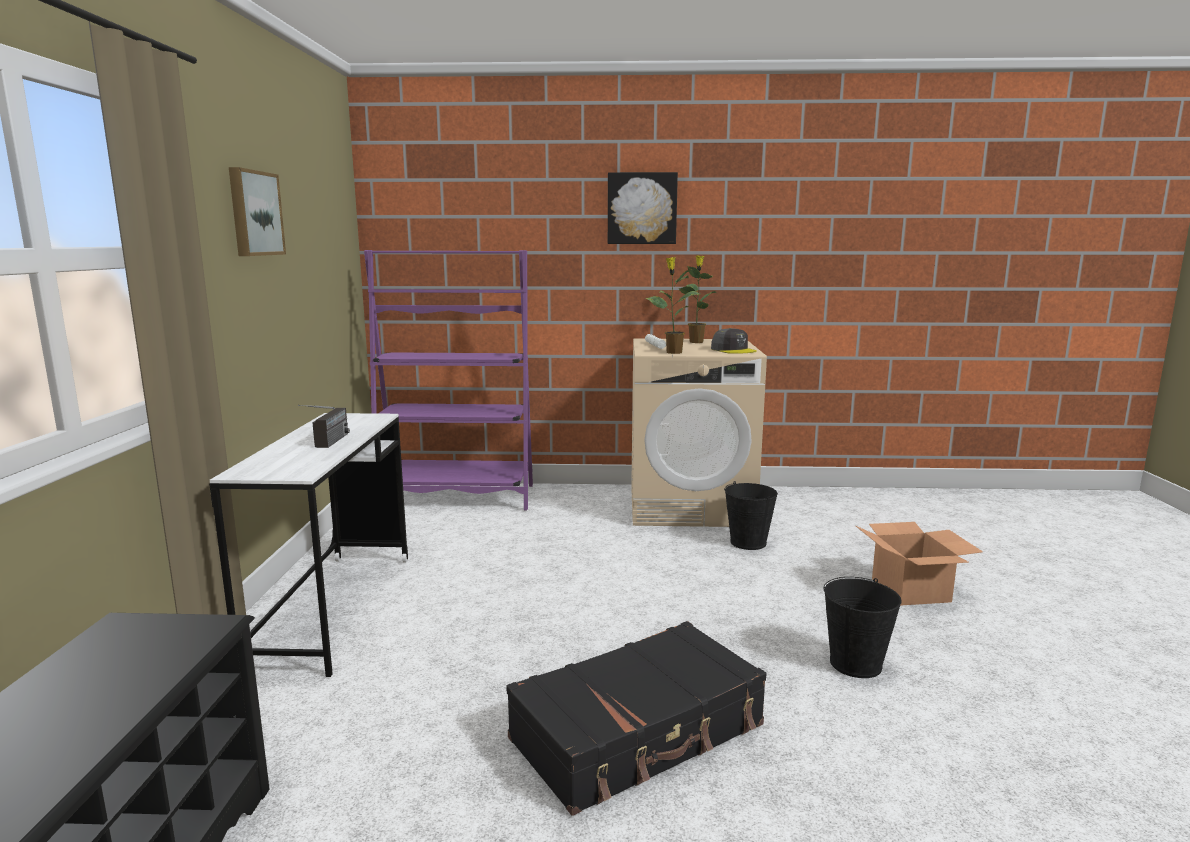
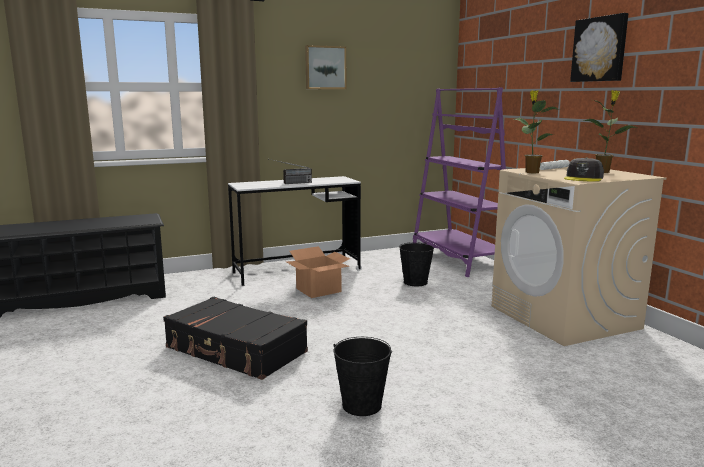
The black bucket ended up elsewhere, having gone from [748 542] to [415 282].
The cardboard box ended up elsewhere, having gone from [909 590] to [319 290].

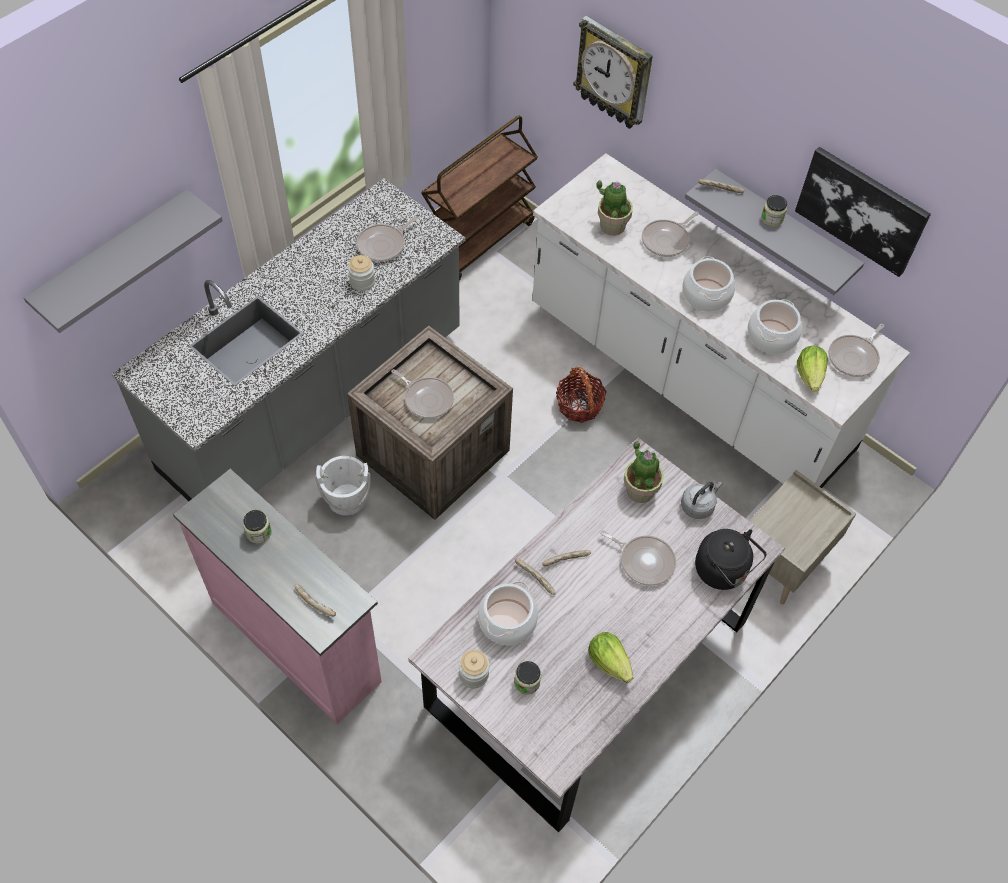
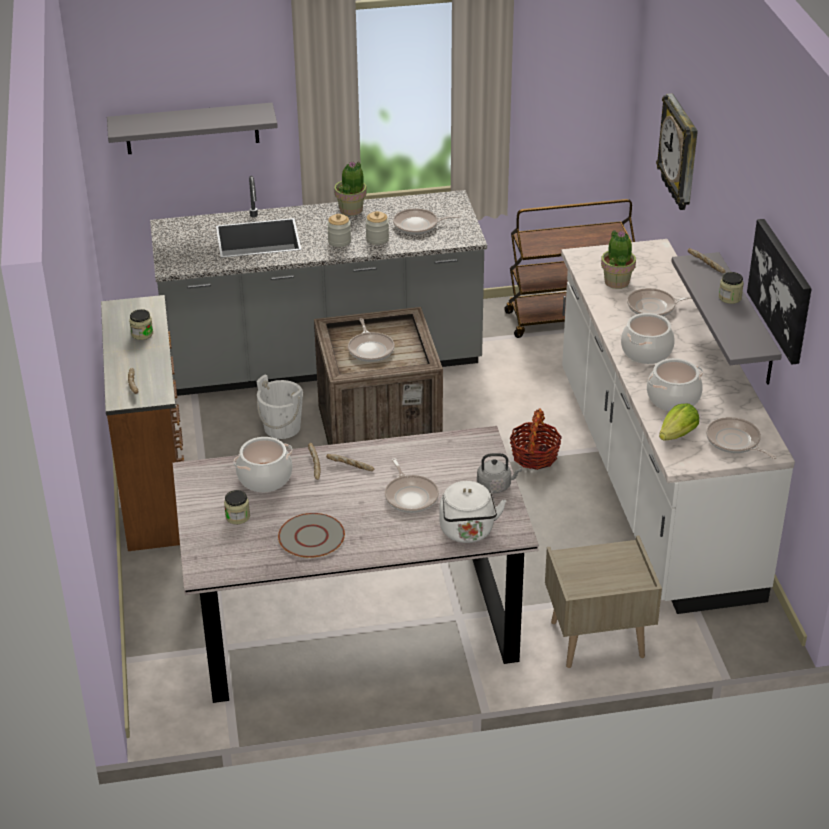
The frying pan at [854 357] ended up facing another way, 60 degrees clockwise from before.
The potted plant ended up elsewhere, having gone from [640 490] to [351 209].
What was the pink dresser at [297 639] turned into the brown dresser at [155 489].
What was the black kettle at [723 571] turned into the white kettle at [468 532].
Where the lettuce stood at [609 662], the grey plate came to stand at [312 537].
The jar ended up elsewhere, having gone from [473 674] to [339 241].

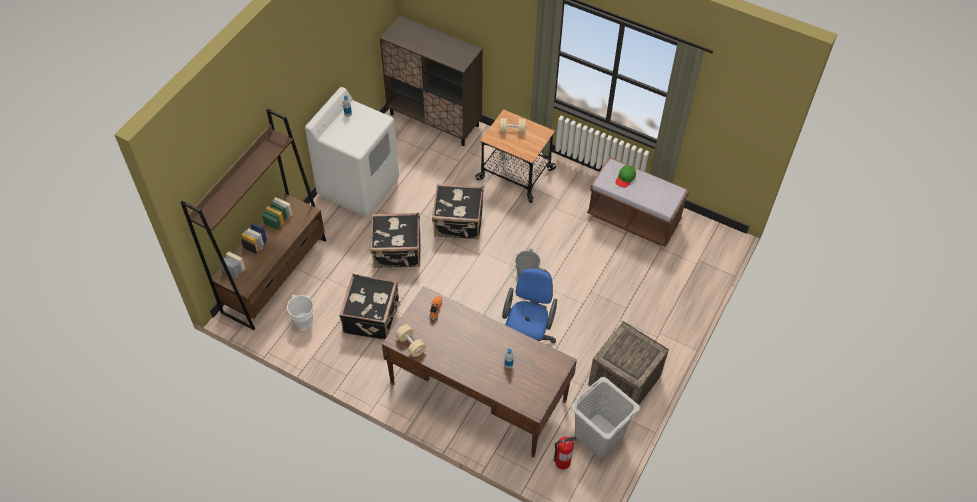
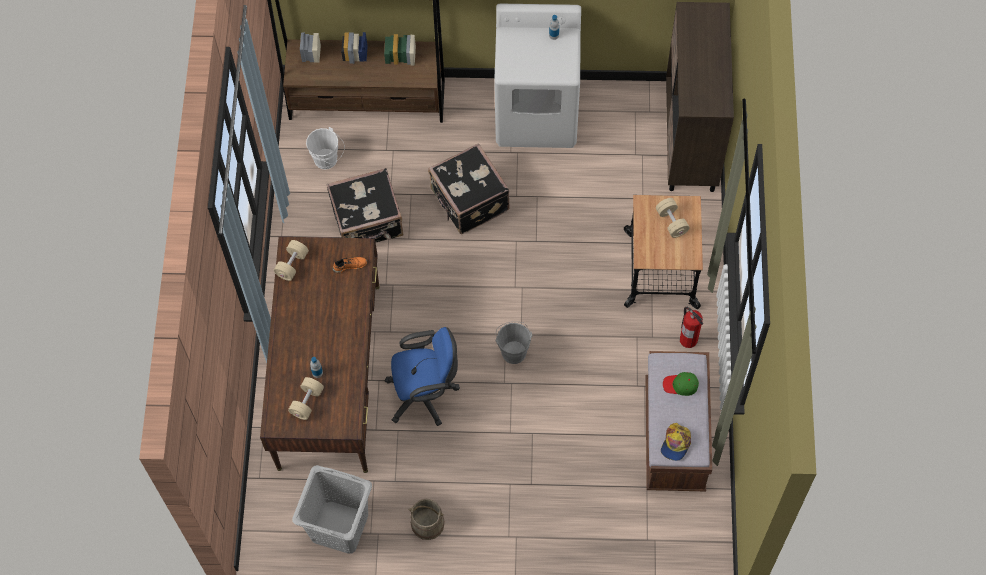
The second view lost the black suitcase at [458 223].
Where the crate stood at [624 380], the beige bucket came to stand at [427 524].
The fire extinguisher ended up elsewhere, having gone from [562 462] to [688 339].
The second view gained the beige dumbbell at [307 402].
The second view gained the cap at [675 443].

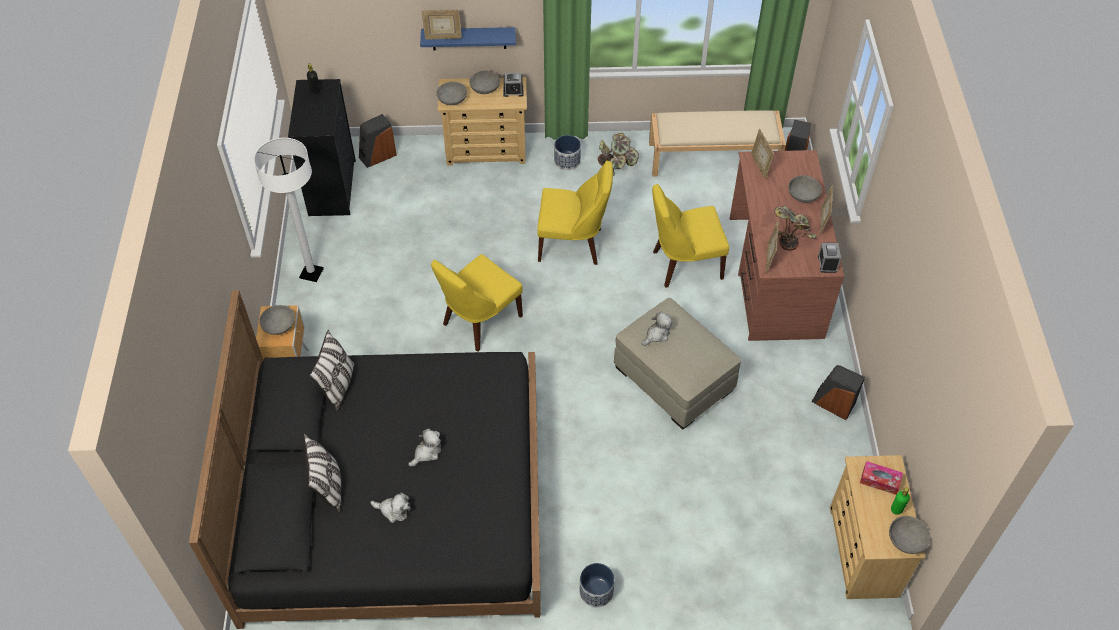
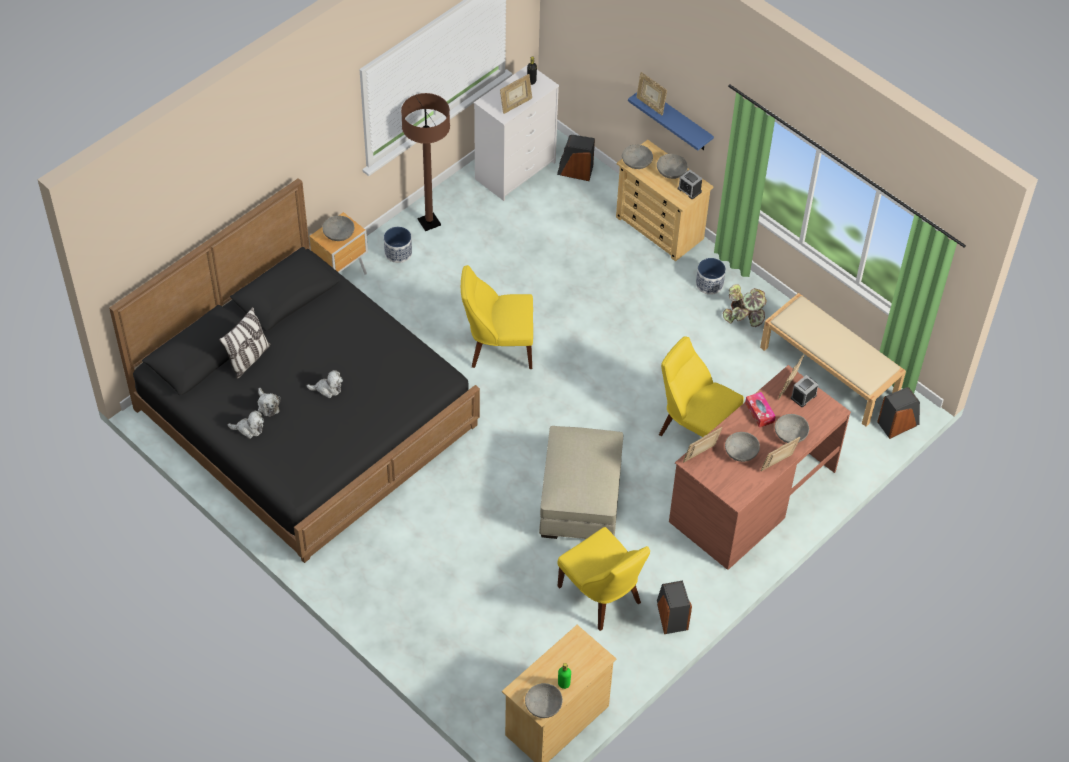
What was the black dresser at [332 187] turned into the white dresser at [515 170].
What was the white floor lamp at [311 273] turned into the brown floor lamp at [429 222].
The yellow chair ended up elsewhere, having gone from [573 245] to [602 597].
Where the potted plant stood at [790 234], the grey bowl came to stand at [740 452].
The alarm clock ended up elsewhere, having gone from [827 263] to [803 396].
The plush toy ended up elsewhere, having gone from [657 334] to [249 429].
The second view lost the pillow at [338 385].
The tissue box ended up elsewhere, having gone from [880 481] to [759 412].
The planter ended up elsewhere, having gone from [596 592] to [398 253].
The second view gained the picture frame at [516 105].

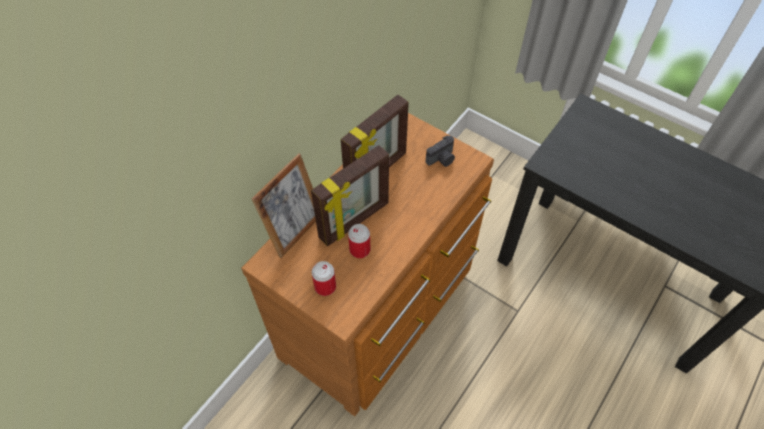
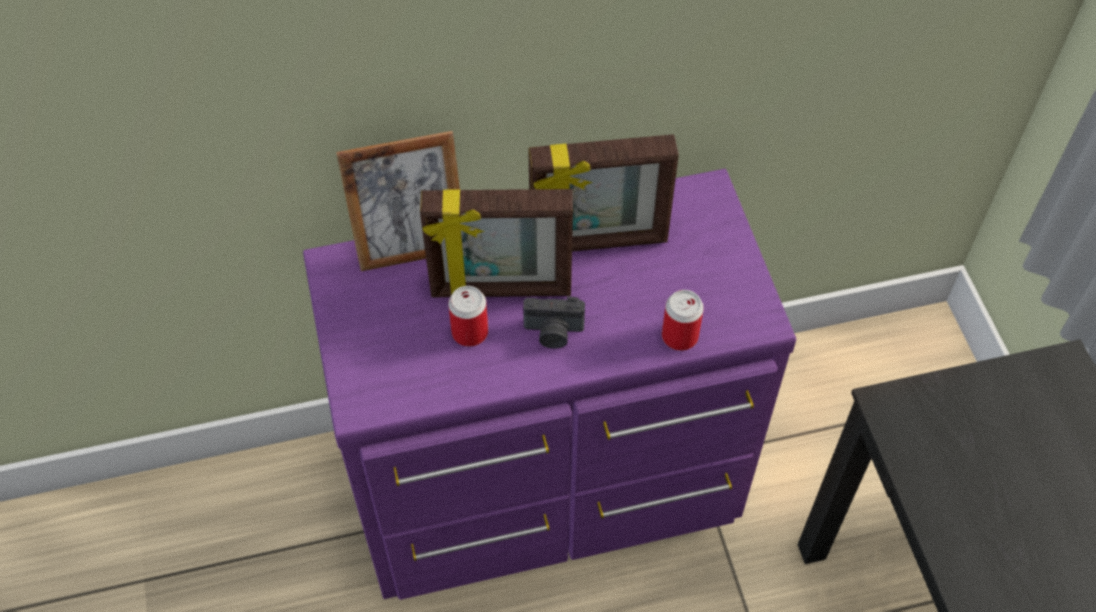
What was the brown dresser at [382 311] turned into the purple dresser at [550 486].
The photo camera ended up elsewhere, having gone from [442 159] to [553 332].
The can ended up elsewhere, having gone from [325 286] to [679 336].

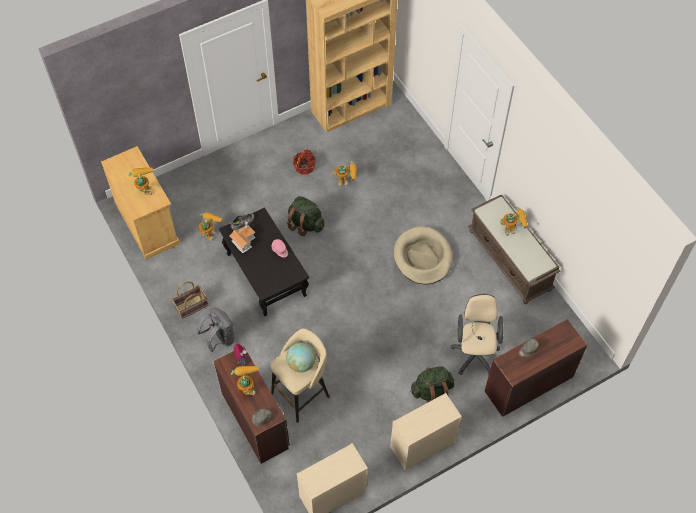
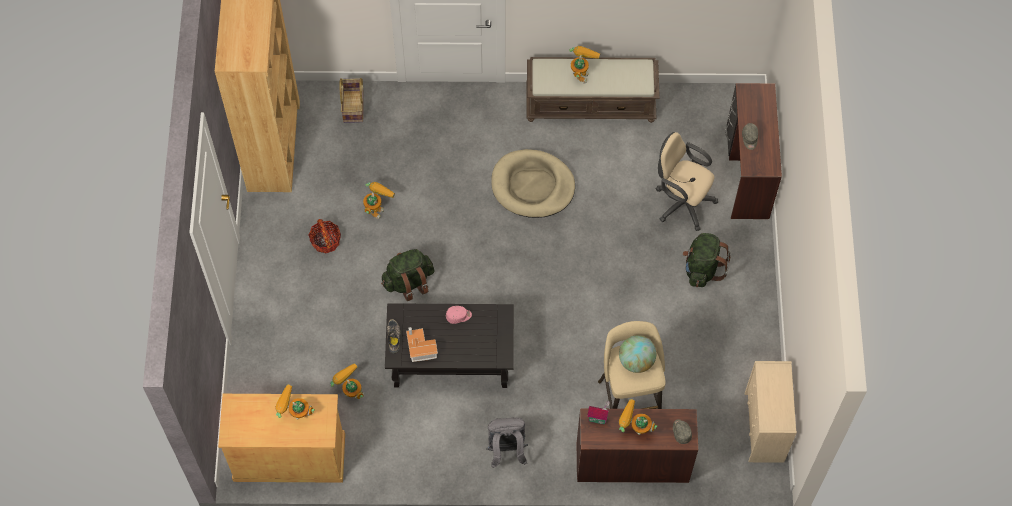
The basket ended up elsewhere, having gone from [191 307] to [354 106].
The second view lost the beige dresser at [422 445].

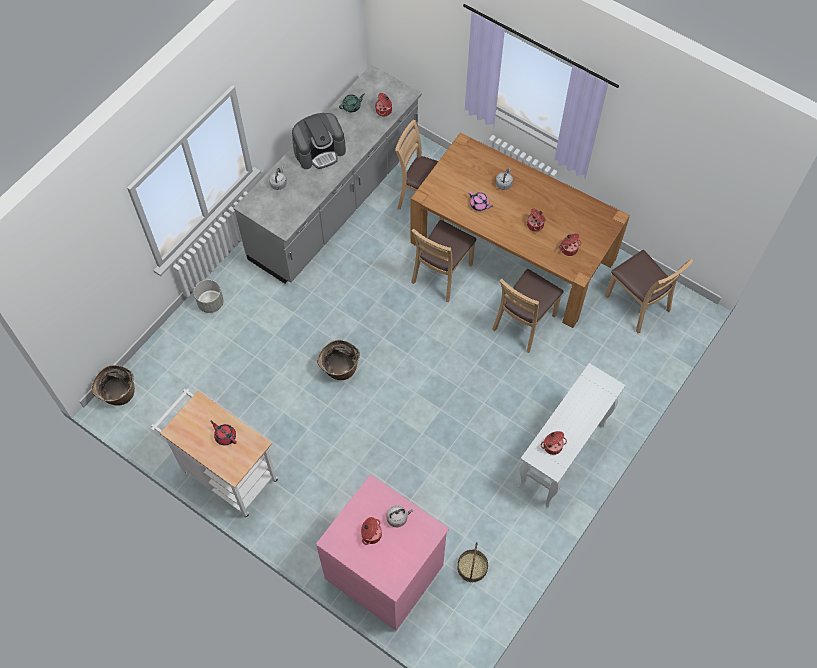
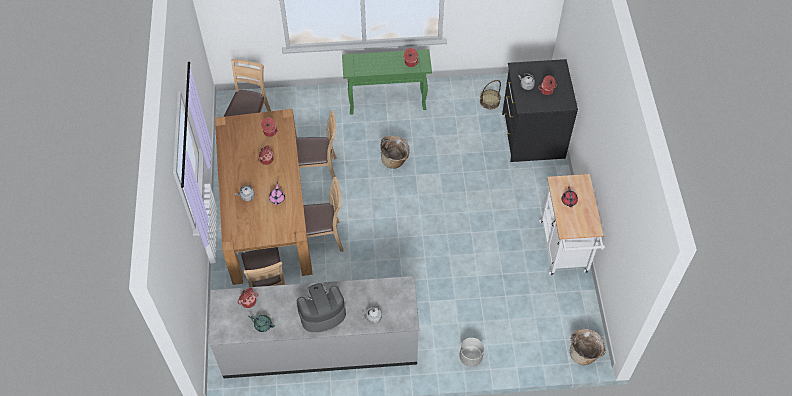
The coffee machine at [319 151] ended up facing another way, 45 degrees counterclockwise from before.
The basket ended up elsewhere, having gone from [339 370] to [395 160].
What was the white console table at [562 456] turned into the green console table at [388 102].
What was the pink dresser at [385 570] turned into the black dresser at [532 136].

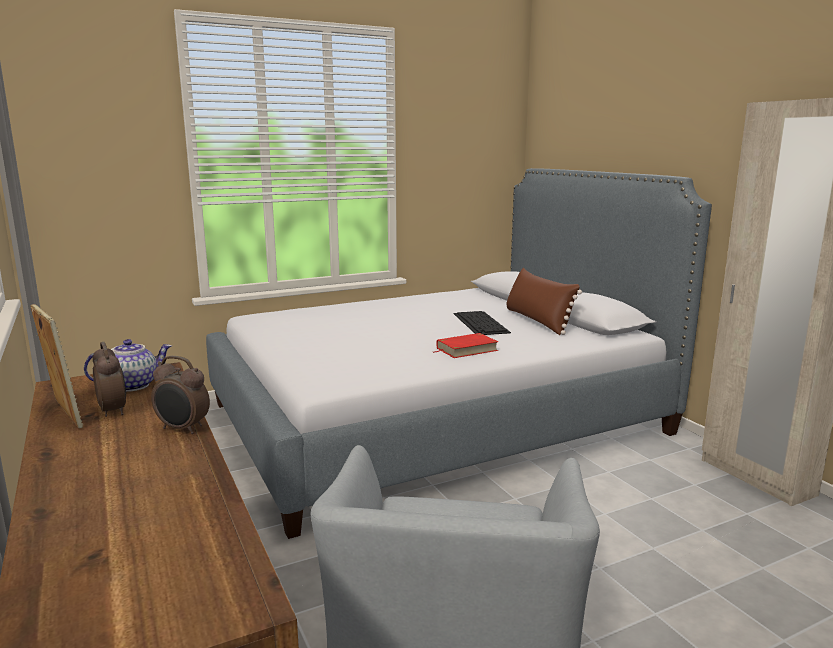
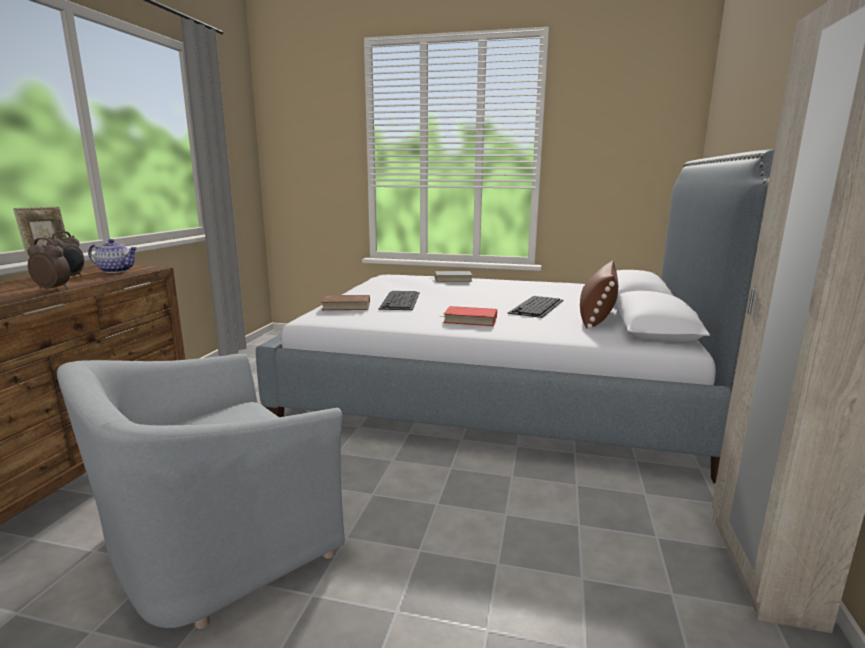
The alarm clock at [182 429] ended up facing another way, 135 degrees clockwise from before.
The second view gained the grey book at [453 279].
The second view gained the keyboard at [400 300].
The second view gained the brown book at [346 306].

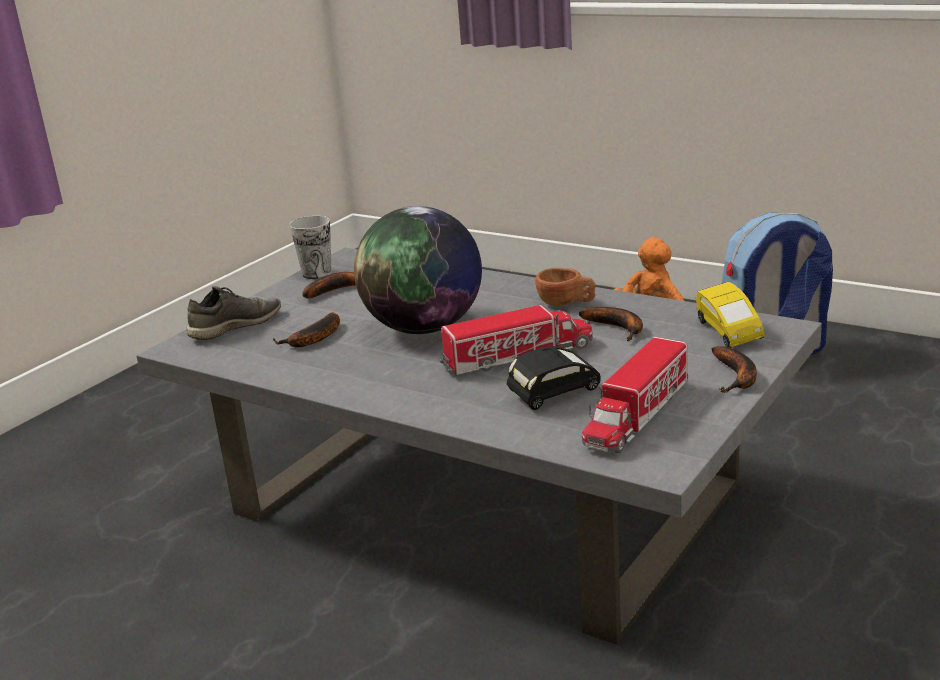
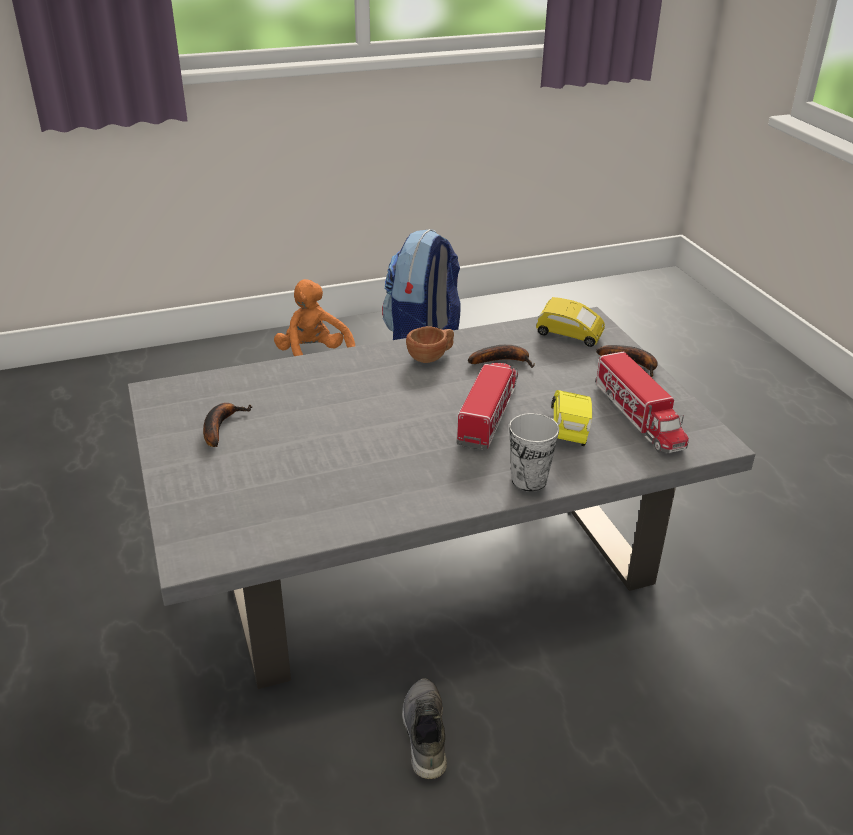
The second view lost the globe at [424 328].
The cup ended up elsewhere, having gone from [317 273] to [529 480].
The grey shoe ended up elsewhere, having gone from [235 326] to [423 733].
The second view lost the banana at [313 339].
What was the black toy car at [555 394] turned into the yellow toy car at [570 428].

